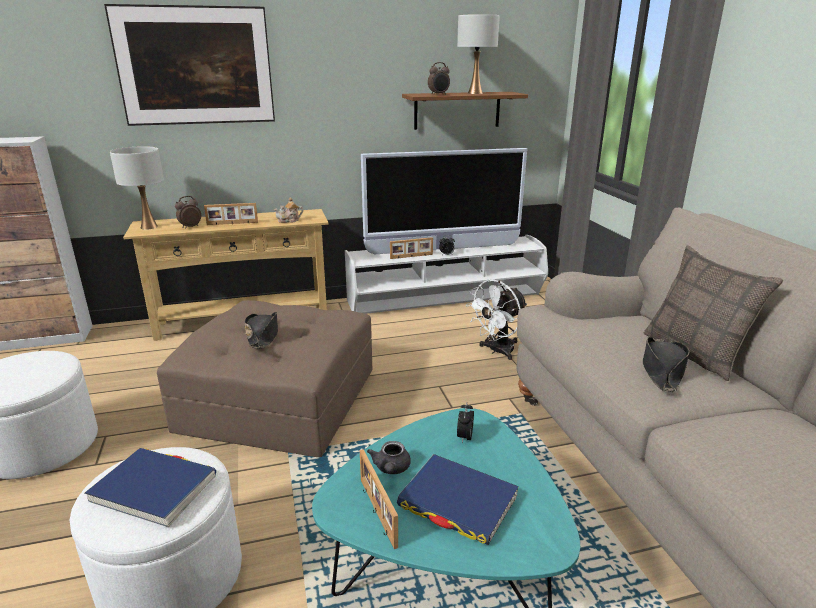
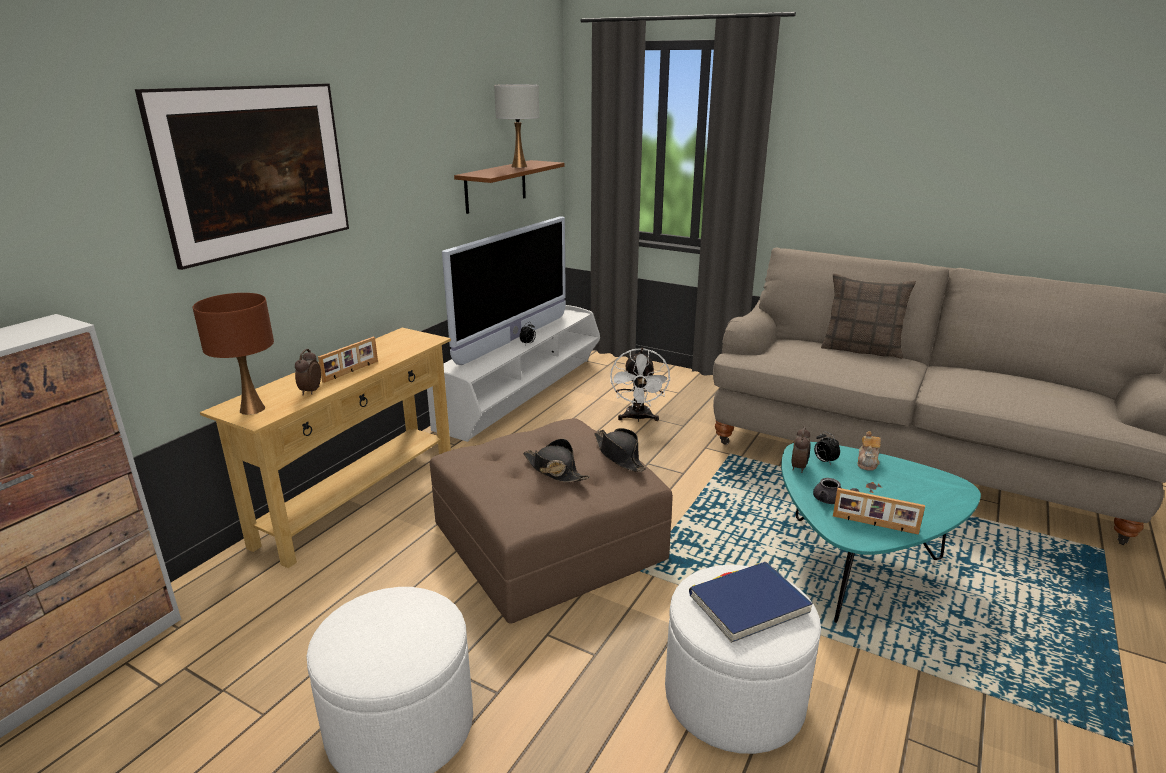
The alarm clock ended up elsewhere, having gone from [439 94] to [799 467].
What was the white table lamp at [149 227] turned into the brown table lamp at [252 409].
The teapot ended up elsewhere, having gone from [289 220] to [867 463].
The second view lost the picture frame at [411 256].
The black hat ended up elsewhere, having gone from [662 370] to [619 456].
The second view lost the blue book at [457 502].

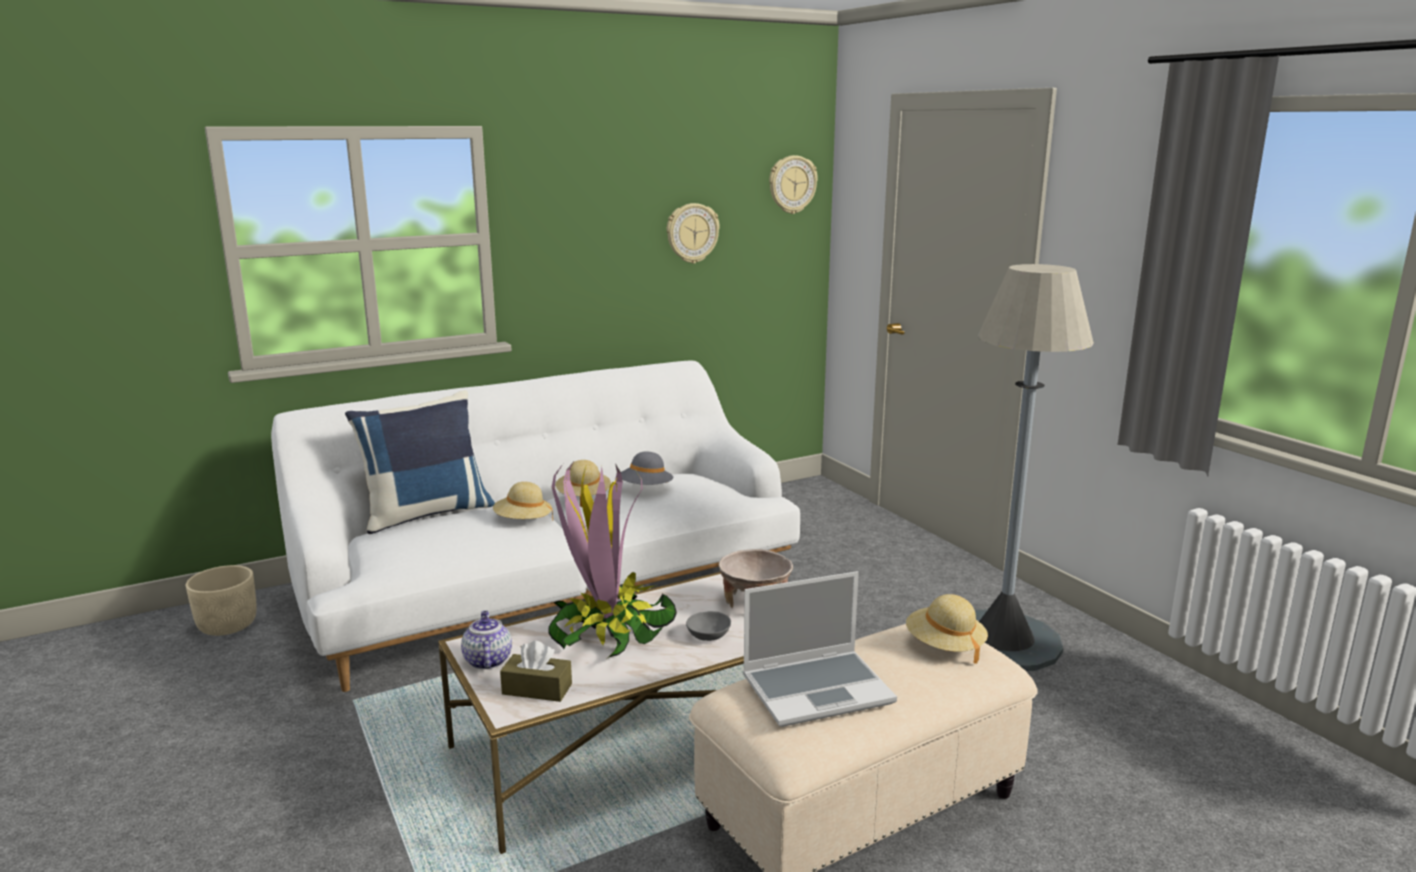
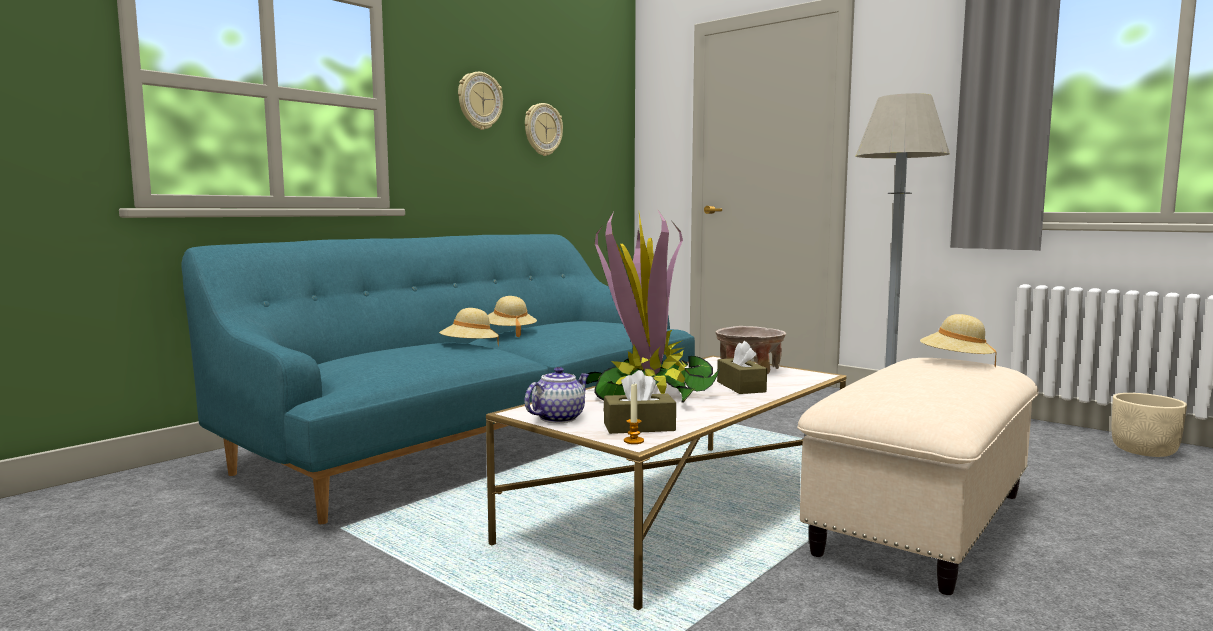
The wall clock ended up elsewhere, having gone from [792 184] to [479 101].
What was the white sofa at [550 592] turned into the turquoise sofa at [476 435].
The second view lost the blue pillow at [426 513].
The second view lost the grey hat at [646 489].
The beige planter ended up elsewhere, having gone from [228 625] to [1143 451].
The second view lost the laptop at [818 689].
The teapot at [487 660] ended up facing another way, 75 degrees clockwise from before.
Where the grey bowl stood at [707 634], the brown tissue box came to stand at [741 387].
The second view gained the candle at [633 441].

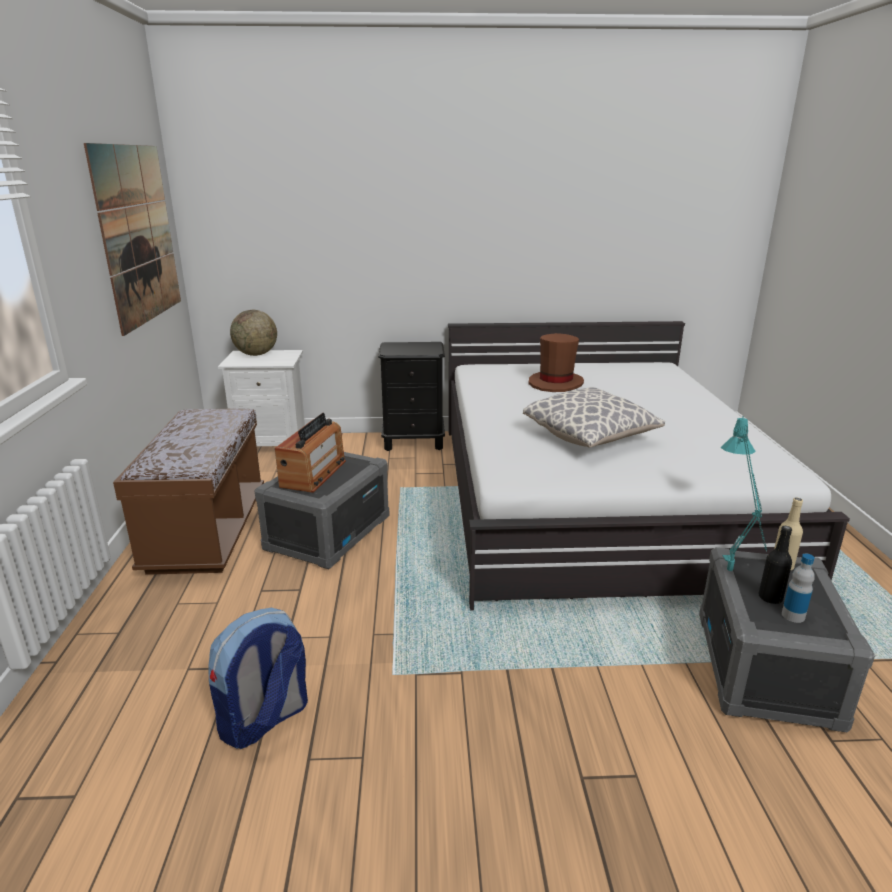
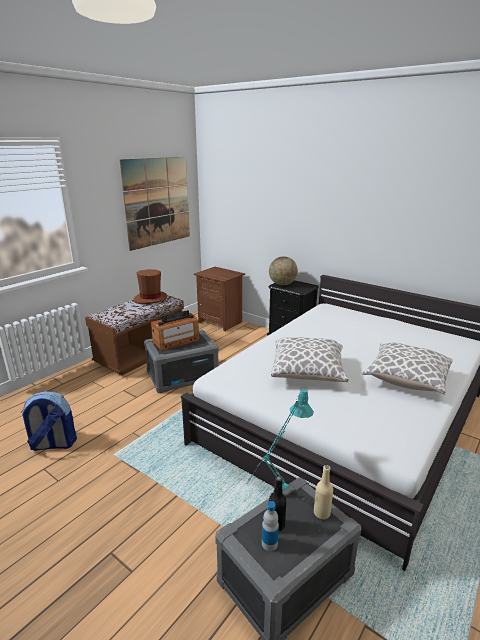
The globe ended up elsewhere, having gone from [256 354] to [282 284].
The brown hat ended up elsewhere, having gone from [555 383] to [150 299].
What was the white nightstand at [272 445] turned into the brown nightstand at [221 322].
The second view gained the pillow at [406 380].

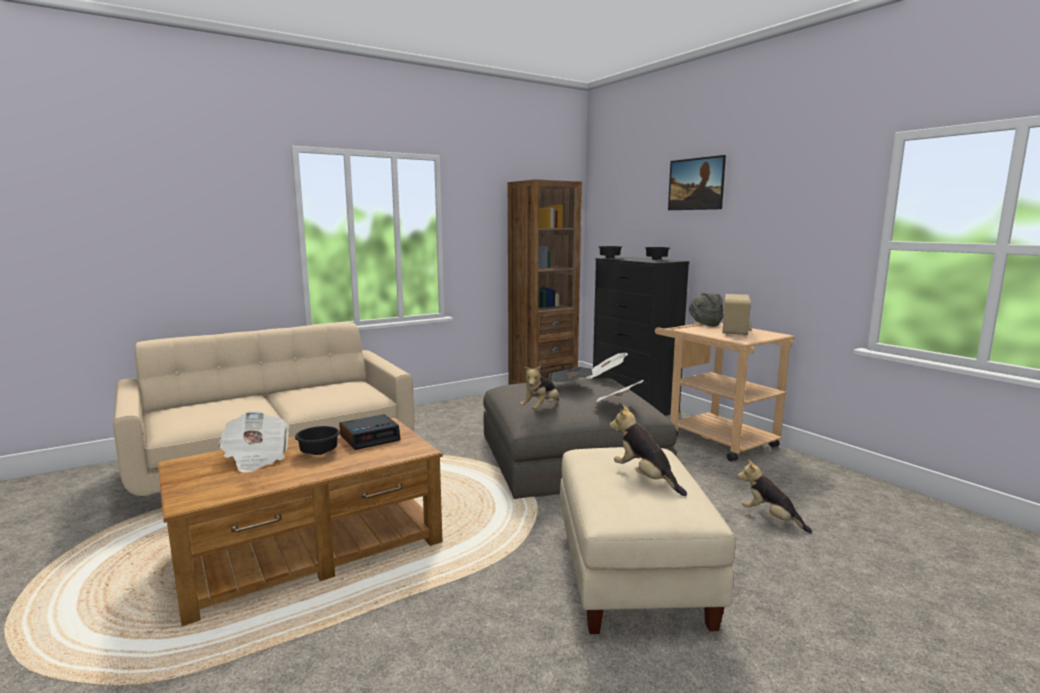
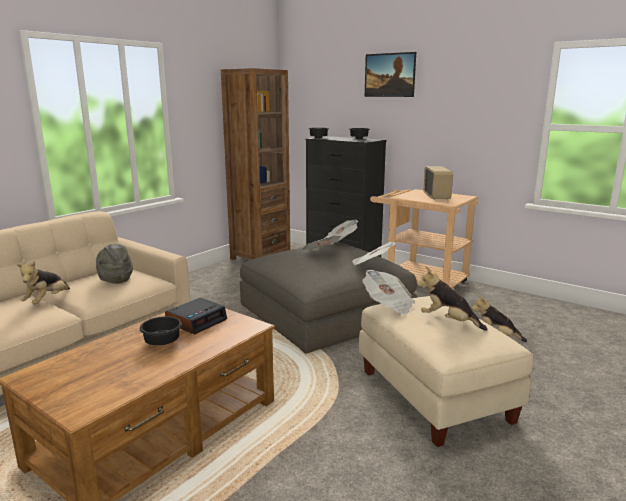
The grey hat ended up elsewhere, having gone from [705 324] to [115 279].
The plush toy ended up elsewhere, having gone from [541 408] to [47 301].
The newspaper ended up elsewhere, having gone from [256 458] to [388 305].

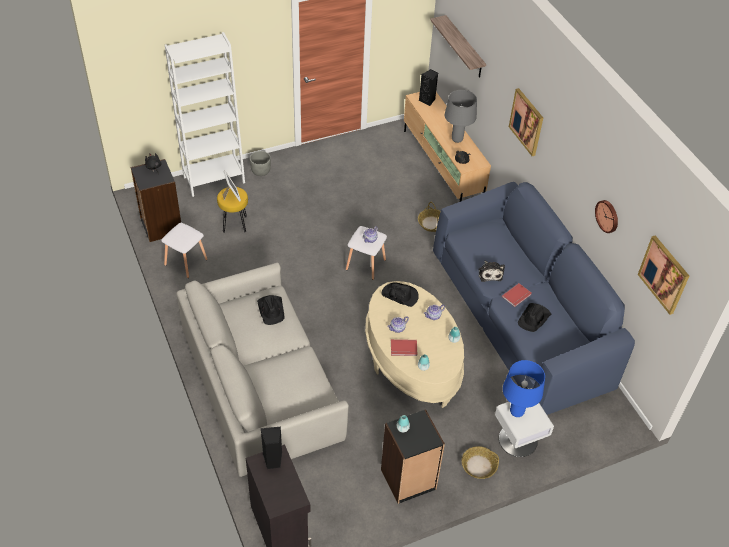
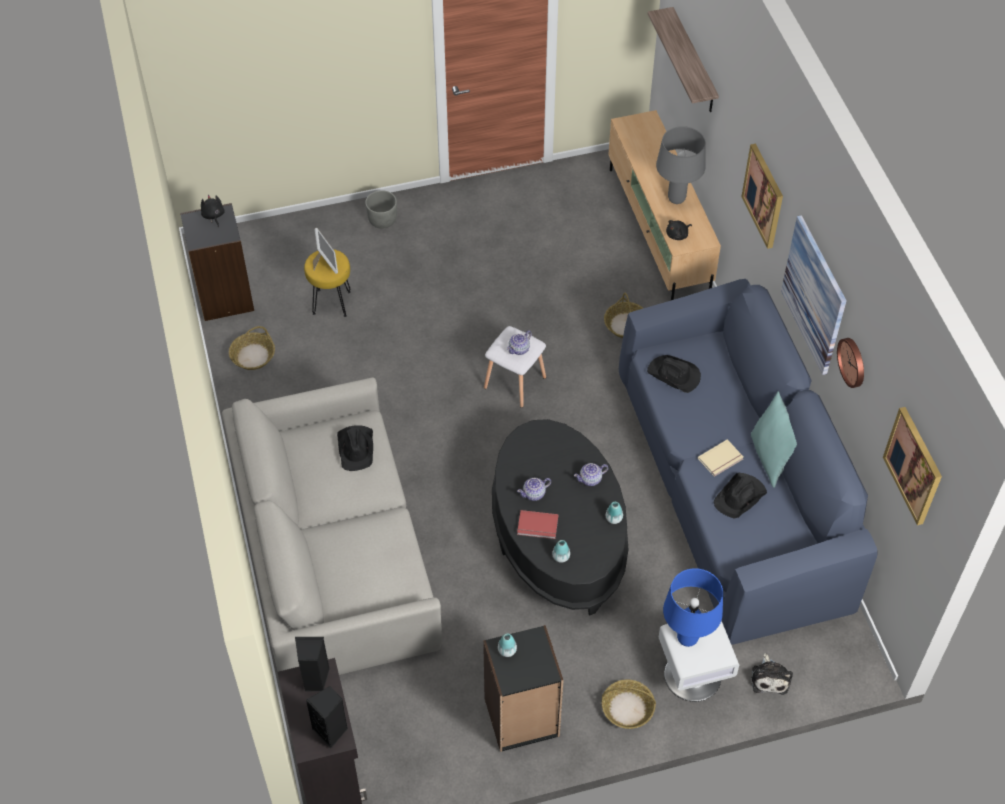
The second view lost the white bookcase at [214 179].
The black speaker ended up elsewhere, having gone from [428 100] to [331 731].
Where the white stool stood at [186 261], the basket came to stand at [253 356].
The plush toy ended up elsewhere, having gone from [490 273] to [769 678].
What was the beige coffee table at [412 360] turned into the black coffee table at [558 538].
The black hat ended up elsewhere, having gone from [400 296] to [674 375].
What was the red book at [517 296] turned into the beige book at [721 459].
The second view gained the picture at [814 295].
The second view gained the turquoise pillow at [771 458].

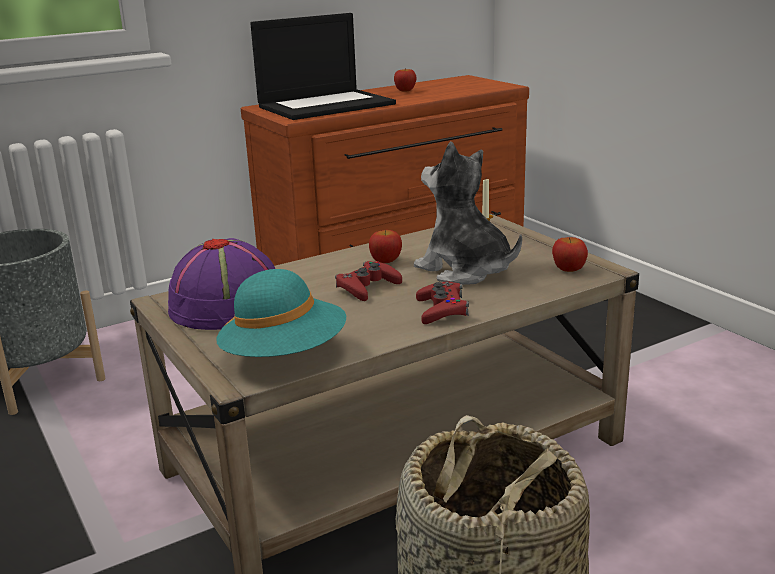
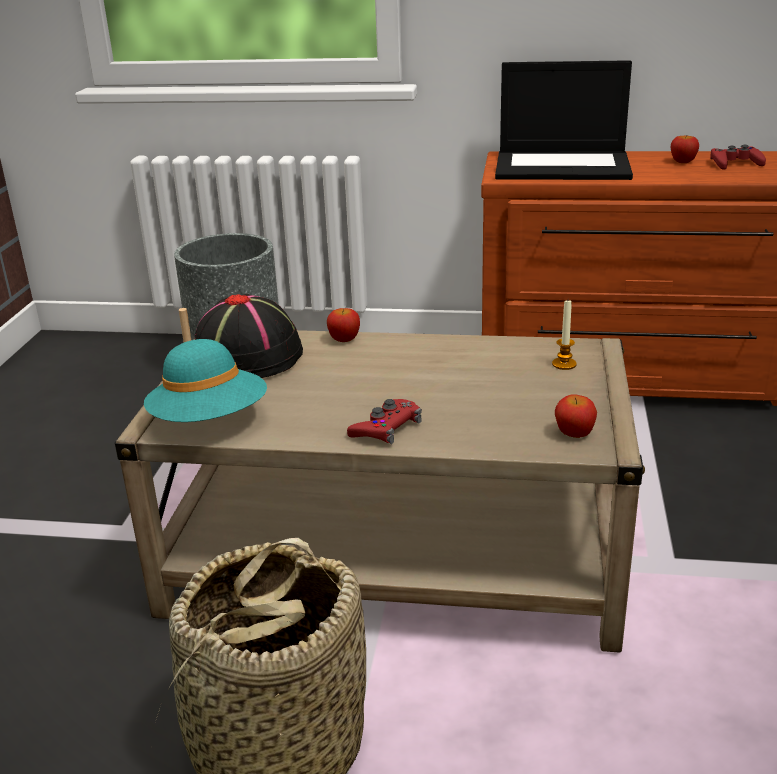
The second view lost the plush toy at [465 270].
The apple ended up elsewhere, having gone from [386 261] to [344 339].
What was the purple hat at [228 305] turned into the black hat at [248 357].
The red game controller ended up elsewhere, having gone from [367 287] to [735 163].

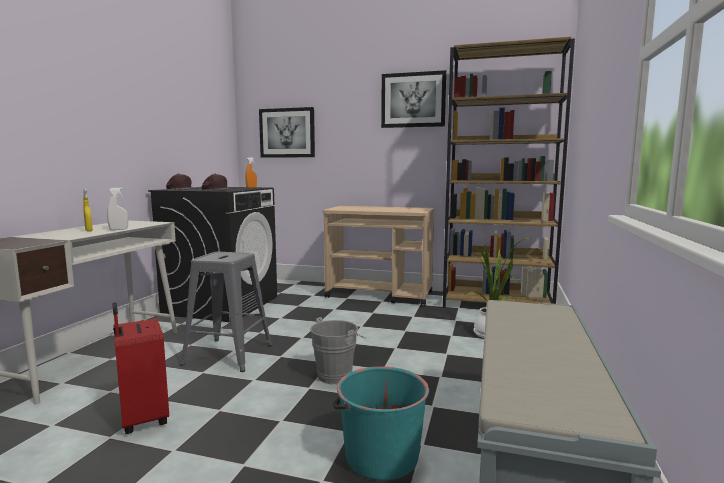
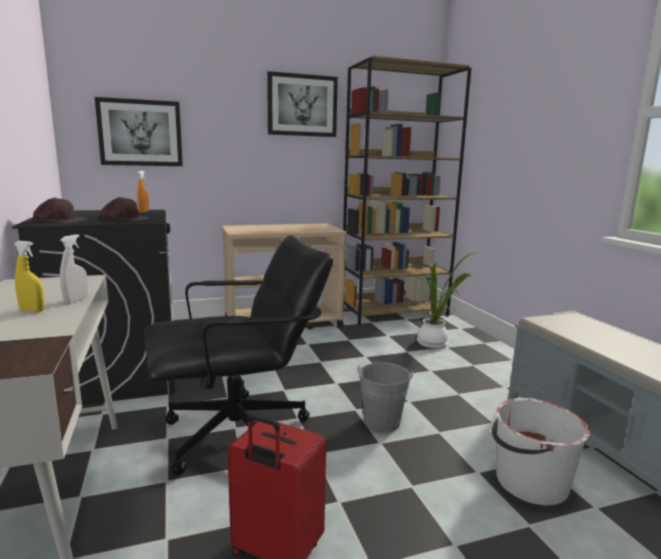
Where the grey stool stood at [229 355], the black office chair came to stand at [239 435].
What was the turquoise bucket at [380 456] turned into the white bucket at [530 482].

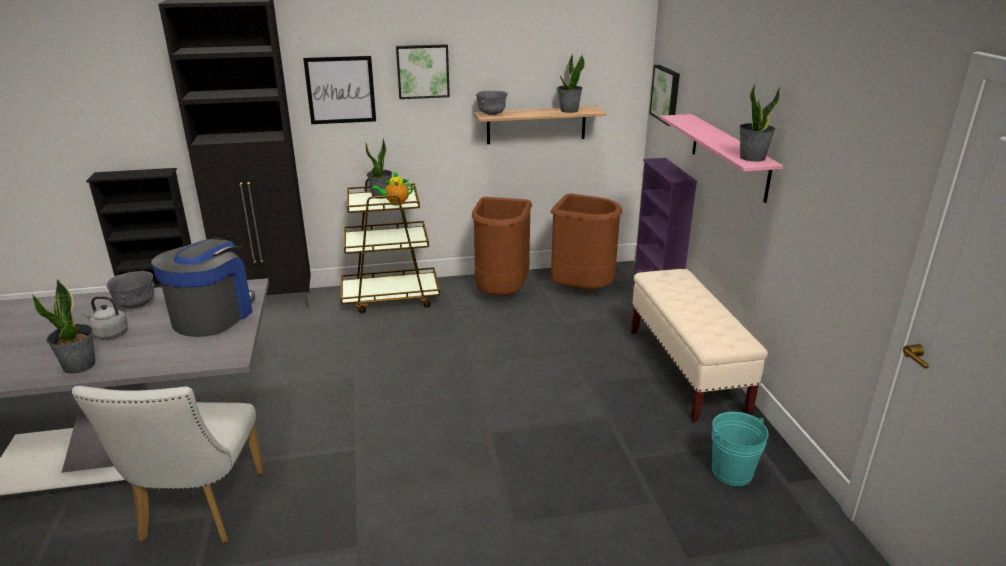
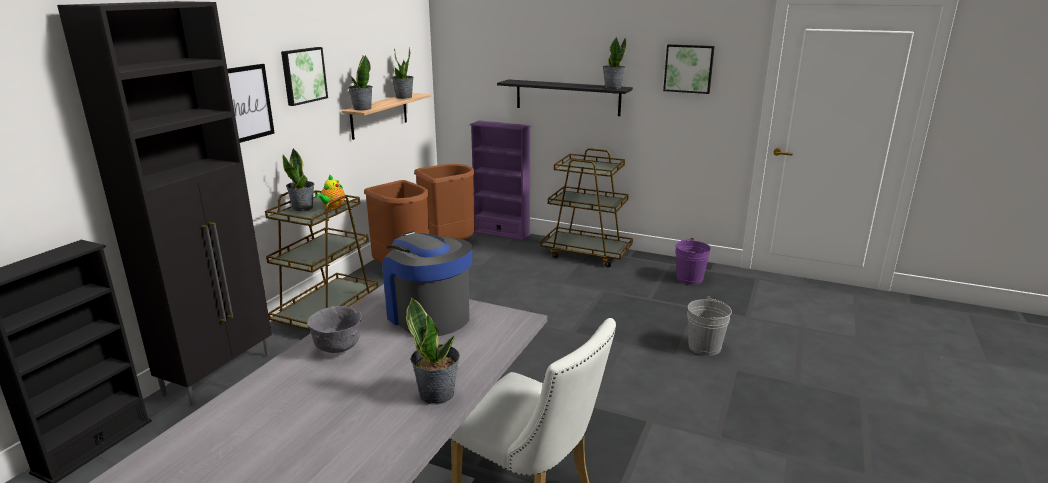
The picture ended up elsewhere, having gone from [666 94] to [688 68].
Where the grey bowl stood at [491 114], the potted plant came to stand at [362 108].
What was the pink shelf at [729 156] turned into the black shelf at [567 97].
Where the beige bench stood at [686 370], the brown cart came to stand at [586 253].
The second view lost the grey kettle at [109 333].
What was the turquoise bucket at [732 472] turned into the purple bucket at [689 279].
The second view gained the grey bucket at [704 347].

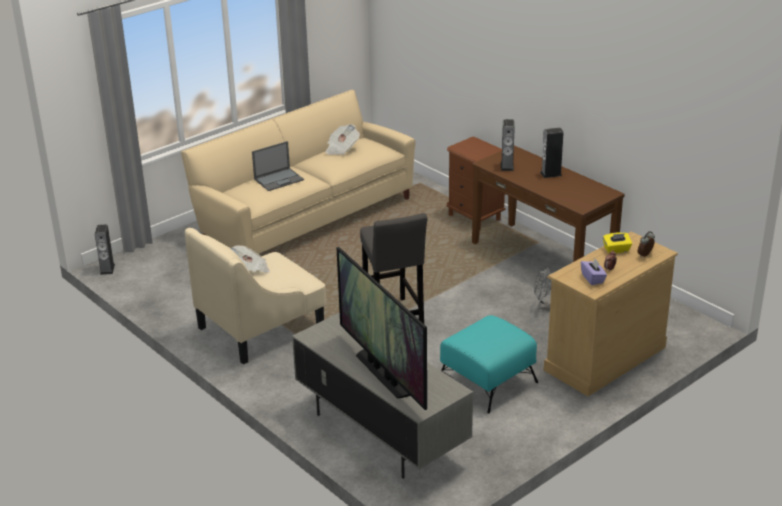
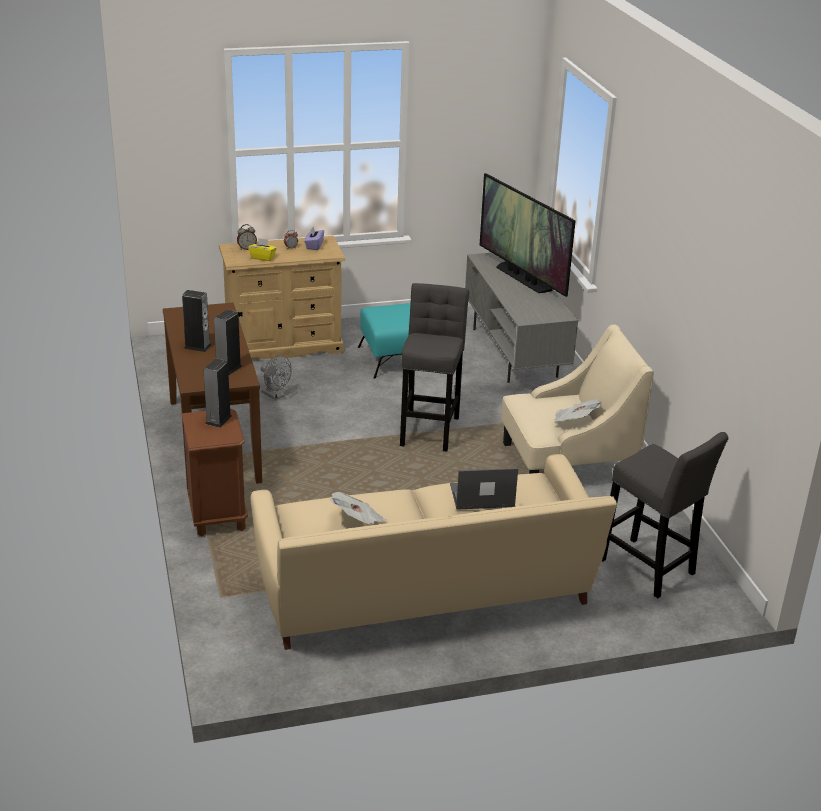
The speaker ended up elsewhere, having gone from [107 269] to [218 419].
The television at [383 373] ended up facing another way, 150 degrees clockwise from before.
The second view gained the grey stool at [650 570].

